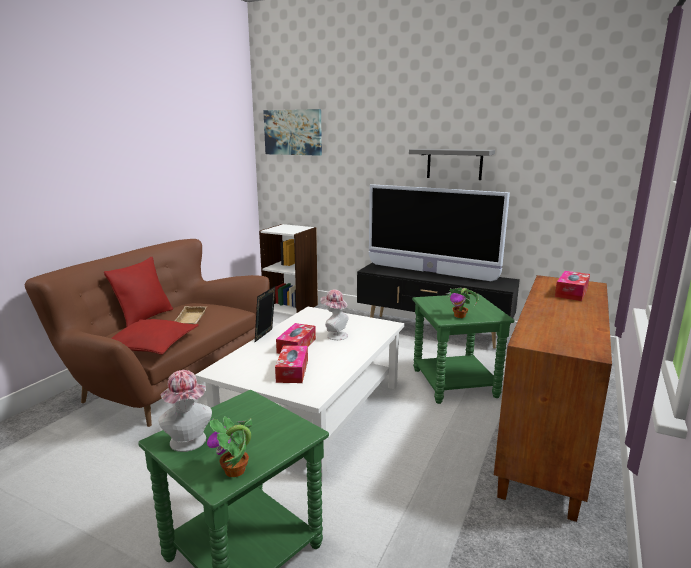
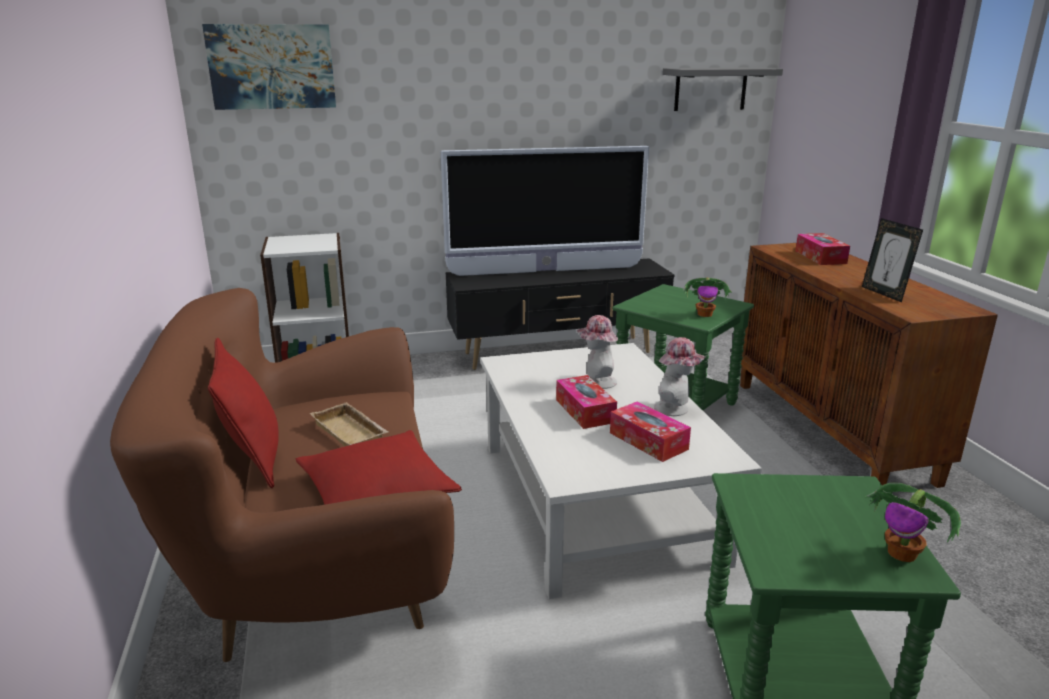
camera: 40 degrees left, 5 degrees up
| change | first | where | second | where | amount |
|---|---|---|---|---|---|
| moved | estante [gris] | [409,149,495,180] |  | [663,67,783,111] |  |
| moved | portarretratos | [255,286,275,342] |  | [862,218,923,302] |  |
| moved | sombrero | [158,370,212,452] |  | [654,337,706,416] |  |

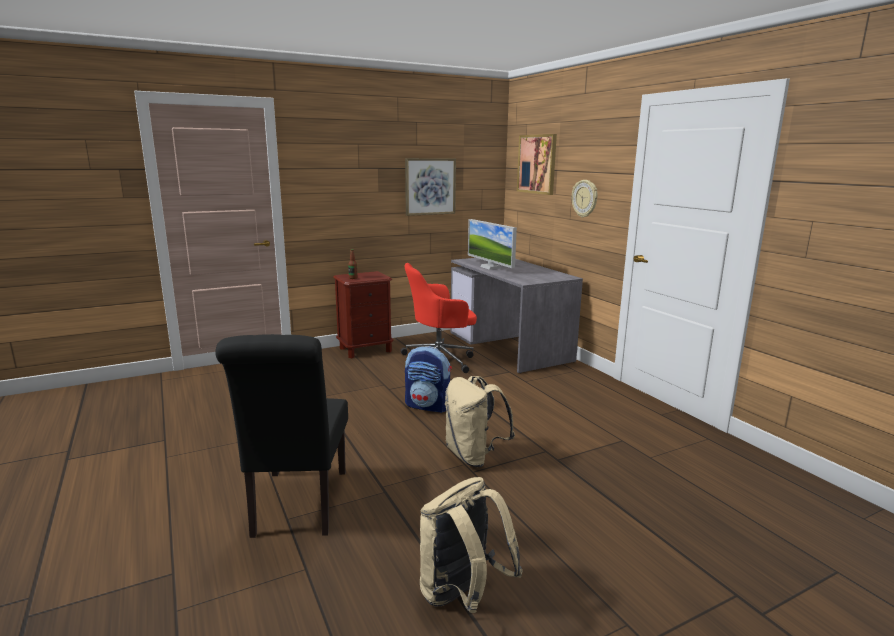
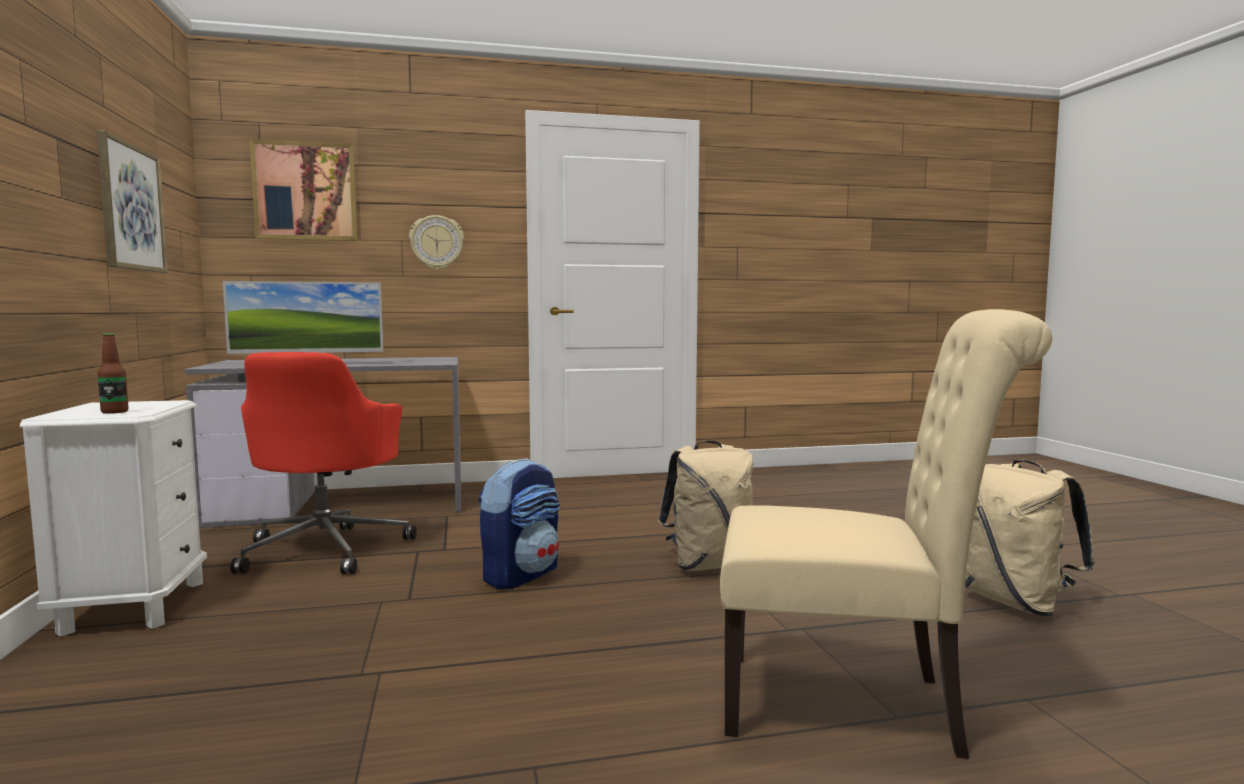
camera: 75 degrees left, 10 degrees down
| change | first | where | second | where | amount |
|---|---|---|---|---|---|
| recoloured | mesita de noche [marrón] | [333,271,393,358] | mesita de noche [blanco] | [20,400,207,637] |  |
| recoloured | silla [negro] | [215,334,348,538] | silla [beis] | [720,309,1052,759] |  |

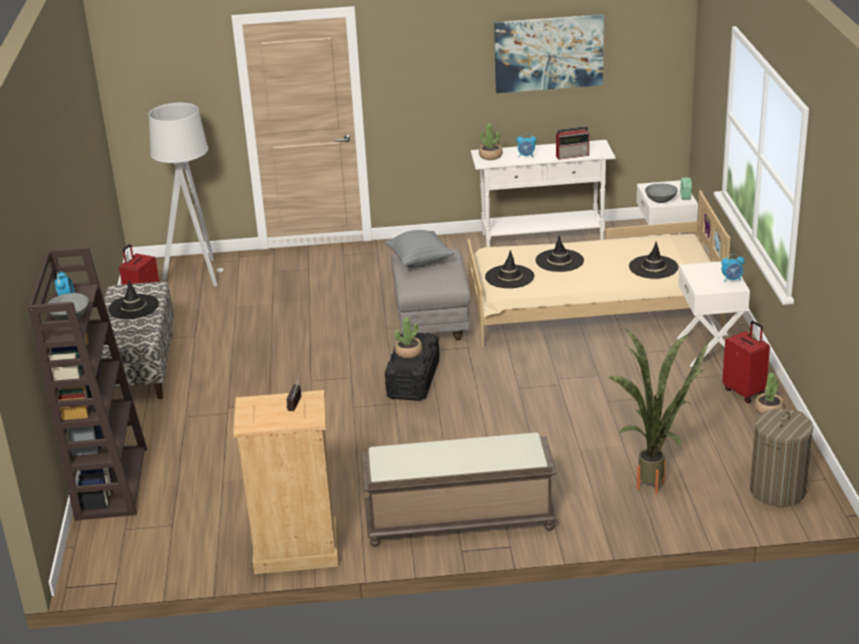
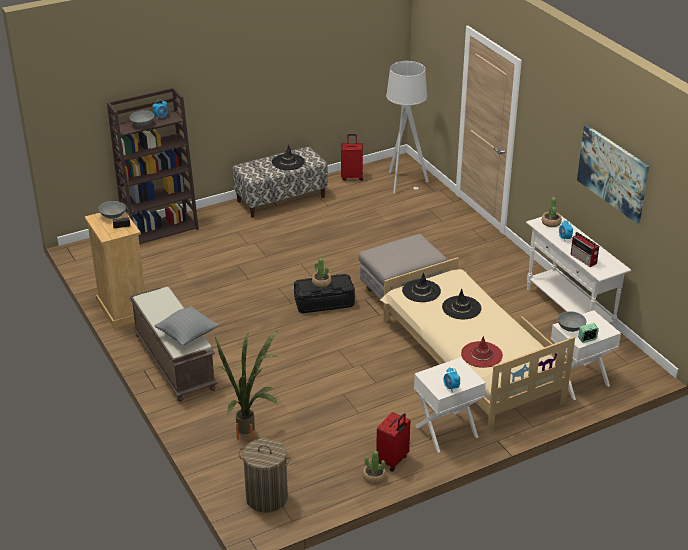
camera: 65 degrees right, 5 degrees up
| change | first | where | second | where | amount |
|---|---|---|---|---|---|
| moved | cojín [gris] | [385,230,454,268] |  | [155,306,219,346] |  |
| recoloured | sombrero [negro] | [629,242,679,279] | sombrero [rojo] | [461,336,503,368] |  |
| added |  |  | cuenco [gris] | [98,201,126,219] |  |

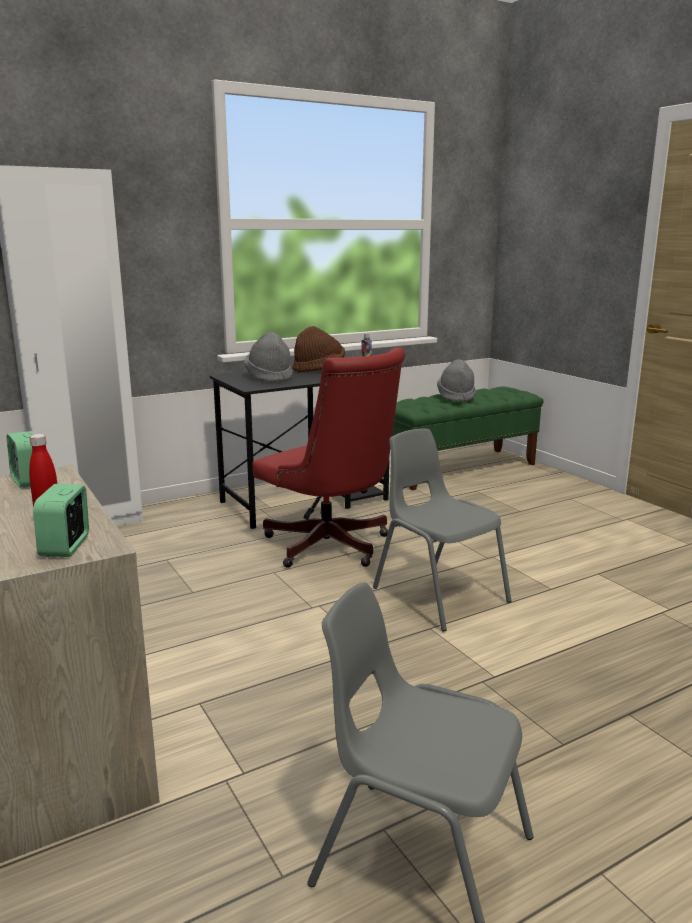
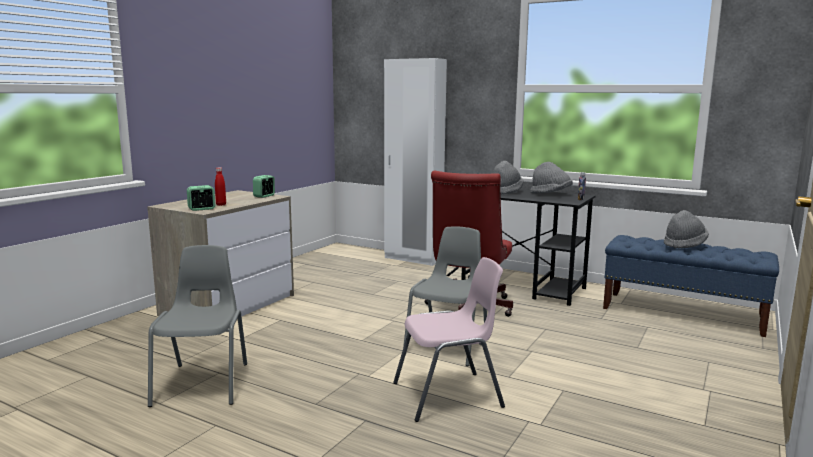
camera: 60 degrees right, 5 degrees down
| change | first | where | second | where | amount |
|---|---|---|---|---|---|
| recoloured | sombrero [marrón] | [292,326,345,373] | sombrero [gris] | [530,162,573,194] |  |
| recoloured | banco [verde] | [392,386,544,490] | banco [azul] | [603,235,779,337] |  |
| added |  |  | silla [rosa] | [393,257,505,422] |  |

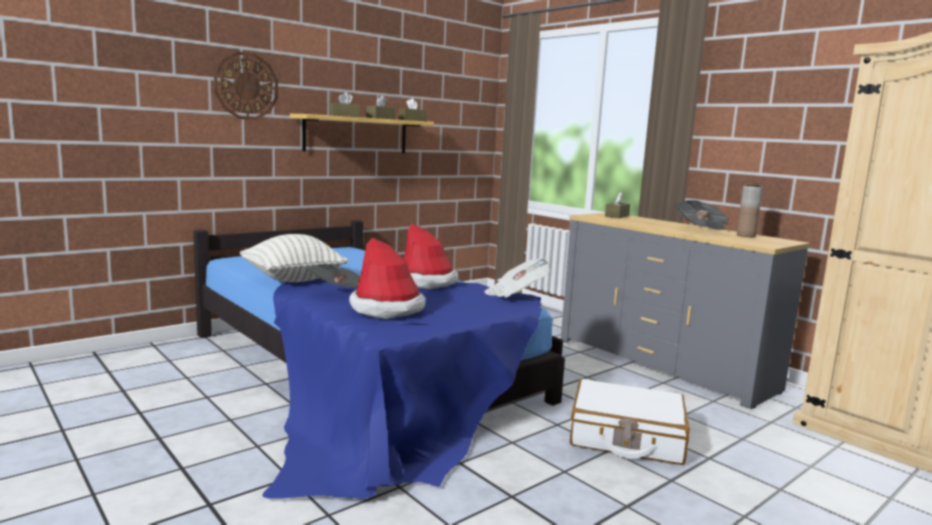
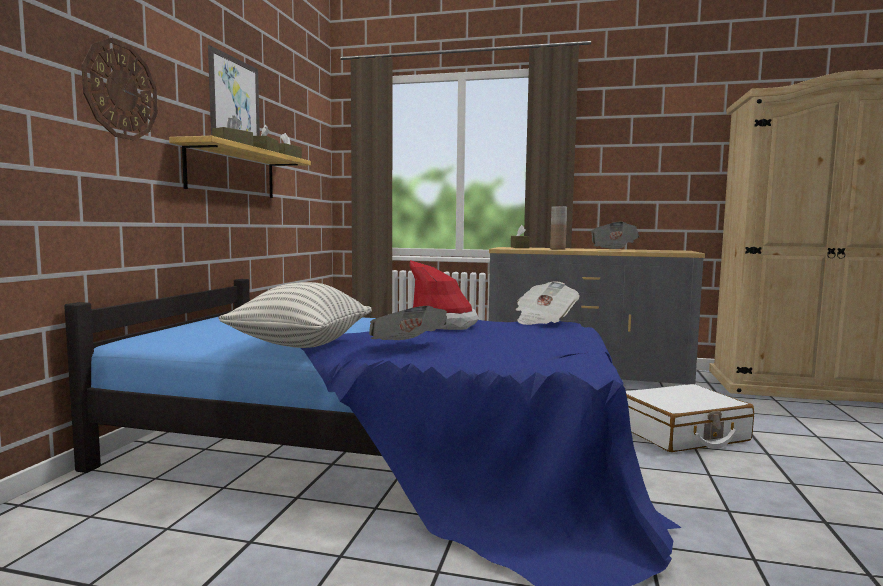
camera: 35 degrees left, 5 degrees down
| change | first | where | second | where | amount |
|---|---|---|---|---|---|
| moved | florero [marrón] | [737,185,763,237] |  | [550,206,567,250] |  |
| removed | sombrero | [349,237,425,319] |  |  |  |
| added |  |  | cuadro | [208,45,260,136] |  |

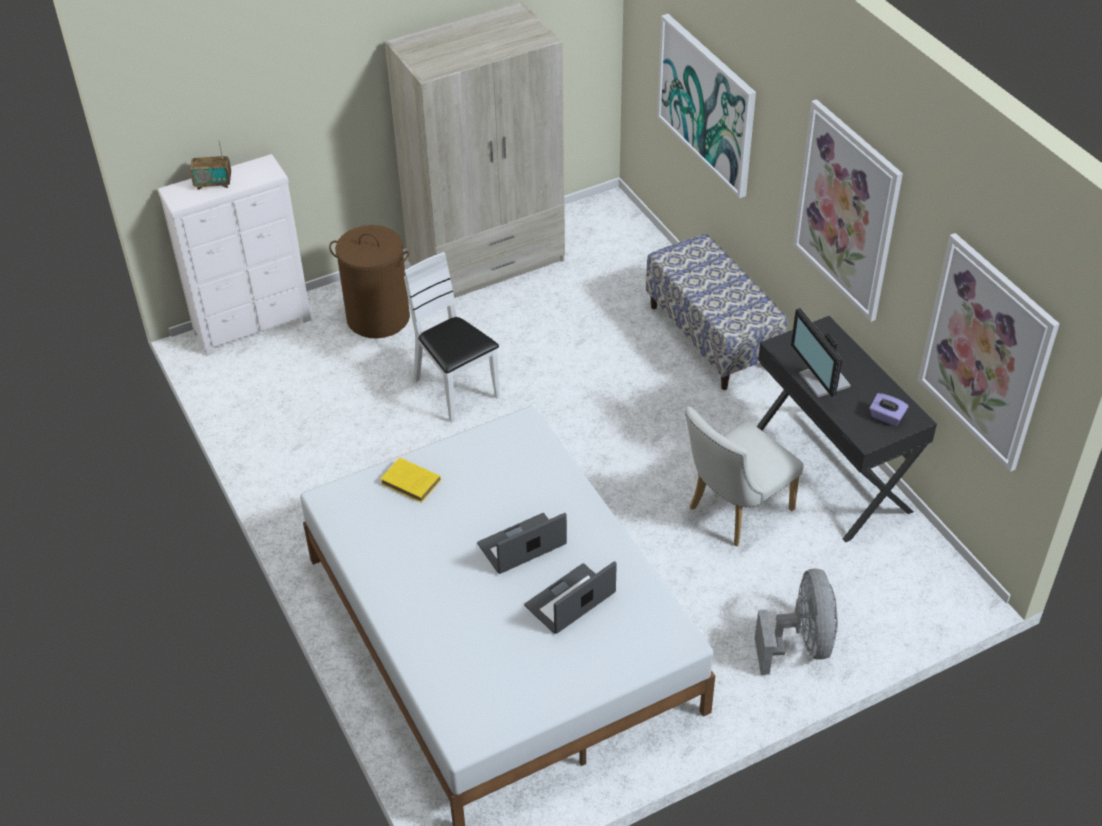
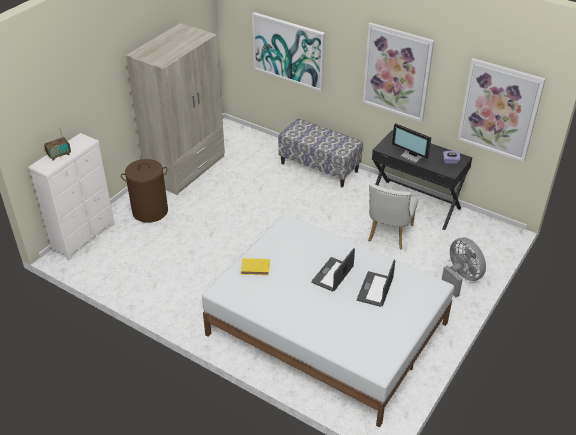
camera: 30 degrees left, 5 degrees down
| change | first | where | second | where | amount |
|---|---|---|---|---|---|
| removed | silla [blanco] | [404,252,500,423] |  |  |  |

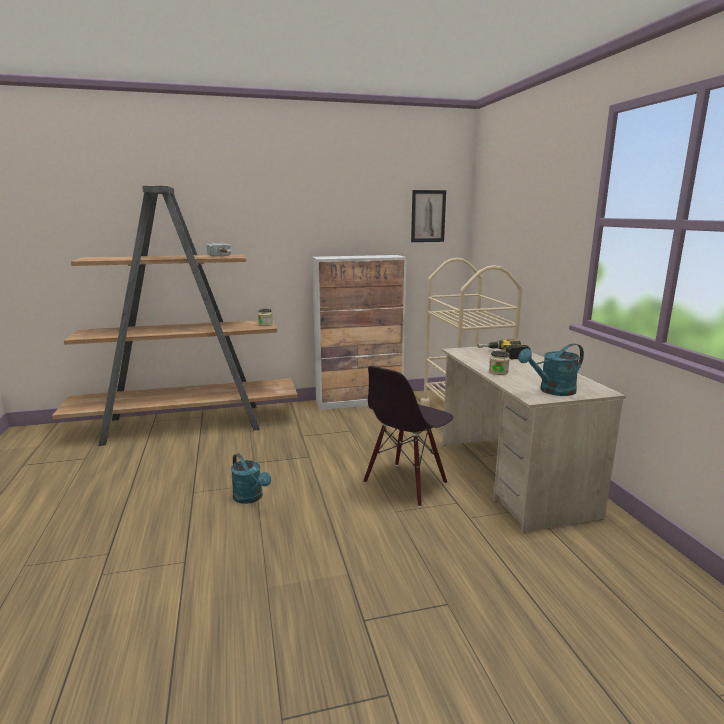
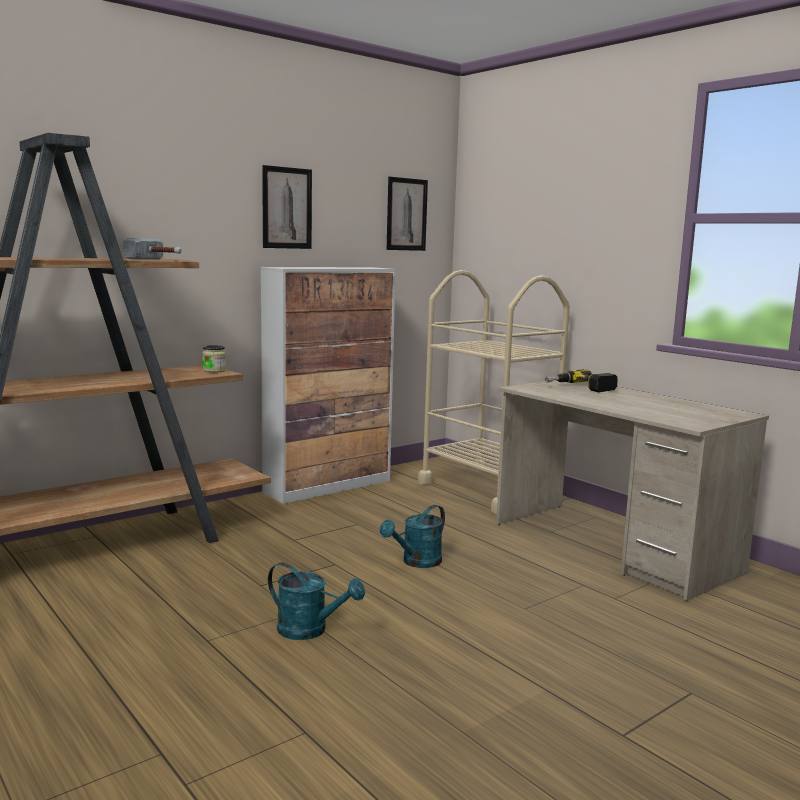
camera: 25 degrees left, 5 degrees down
| change | first | where | second | where | amount |
|---|---|---|---|---|---|
| moved | regadera [turquesa] | [518,343,584,396] |  | [380,505,445,568] |  |
| removed | tarro | [489,351,510,375] |  |  |  |
| removed | silla [negro] | [363,366,453,507] |  |  |  |
| added |  |  | cuadro | [262,165,312,249] |  |

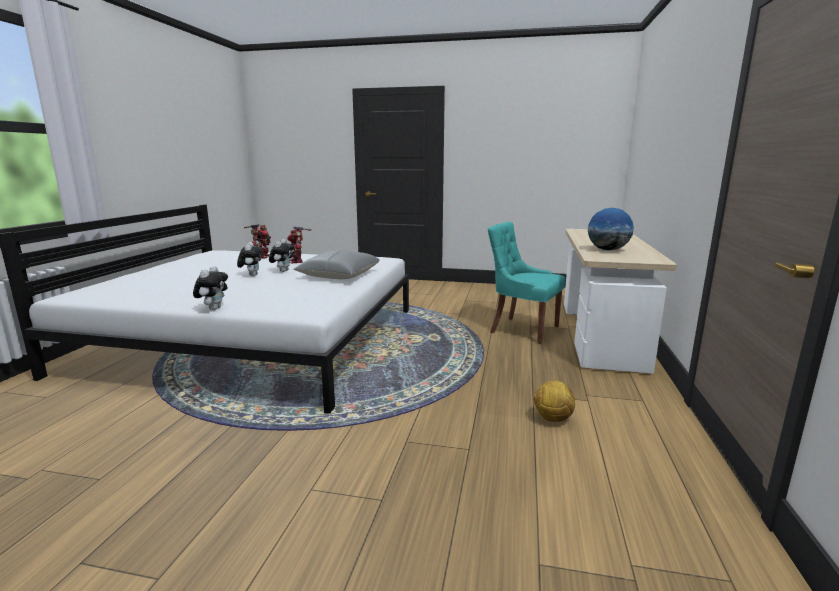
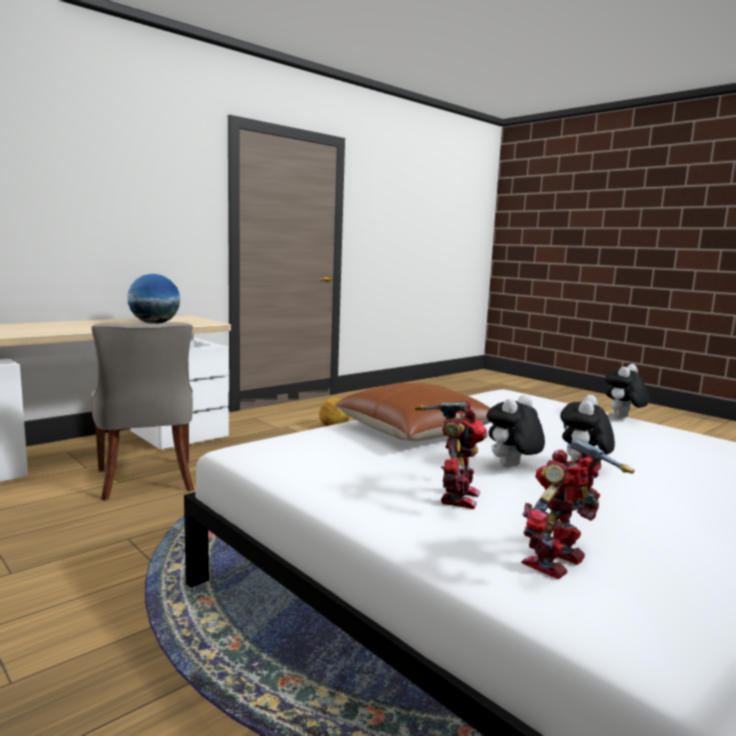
camera: 145 degrees left, 5 degrees down
| change | first | where | second | where | amount |
|---|---|---|---|---|---|
| recoloured | silla [turquesa] | [488,222,565,344] | silla [gris] | [91,322,194,501] |  |
| recoloured | cojín [gris] | [293,250,380,279] | cojín [marrón] | [336,383,491,441] |  |

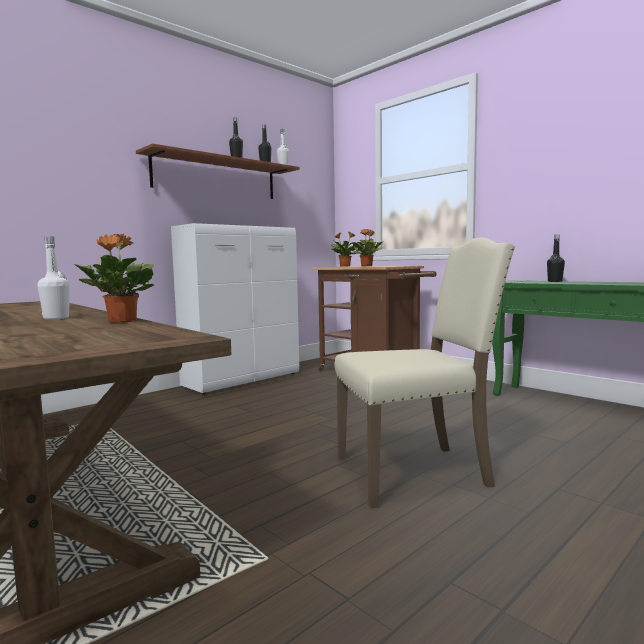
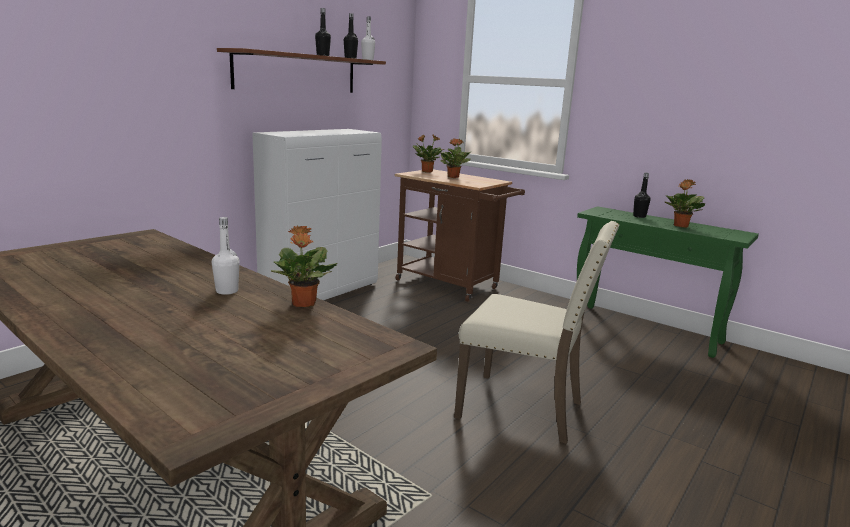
camera: 10 degrees left, 10 degrees up
| change | first | where | second | where | amount |
|---|---|---|---|---|---|
| turned | silla [beis] | [334,238,515,508] |  | [454,221,620,444] | 45 degrees clockwise |
| added |  |  | planta en maceta | [664,179,705,228] |  |

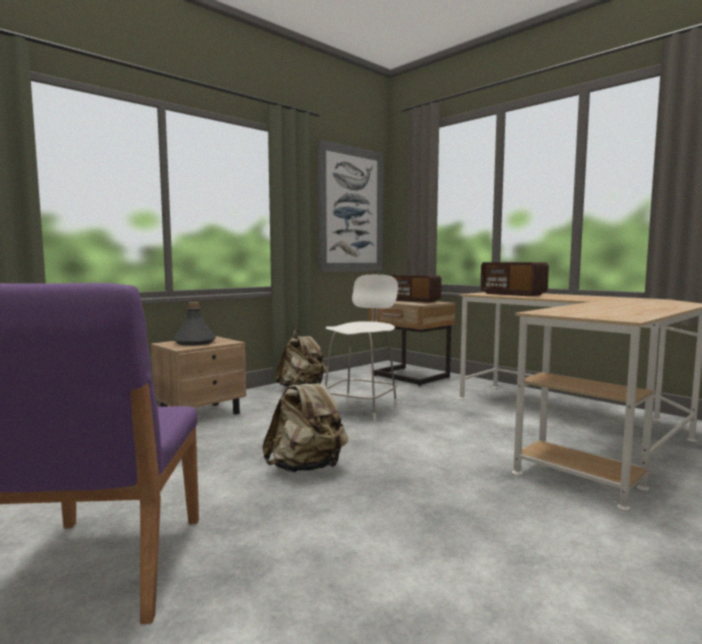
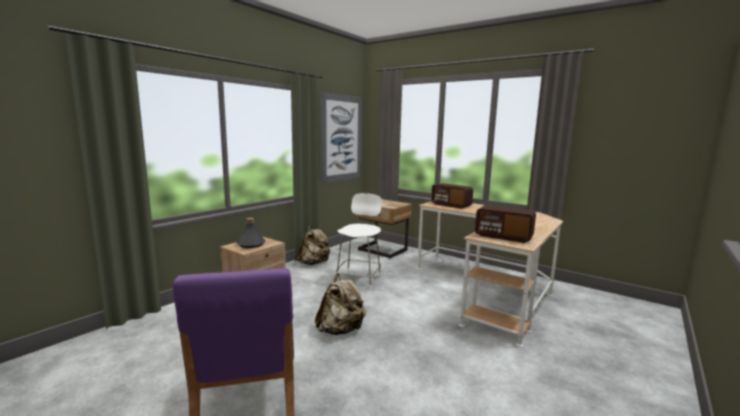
camera: 10 degrees left, 5 degrees up
| change | first | where | second | where | amount |
|---|---|---|---|---|---|
| moved | radio | [390,275,441,303] |  | [475,205,536,243] |  |

